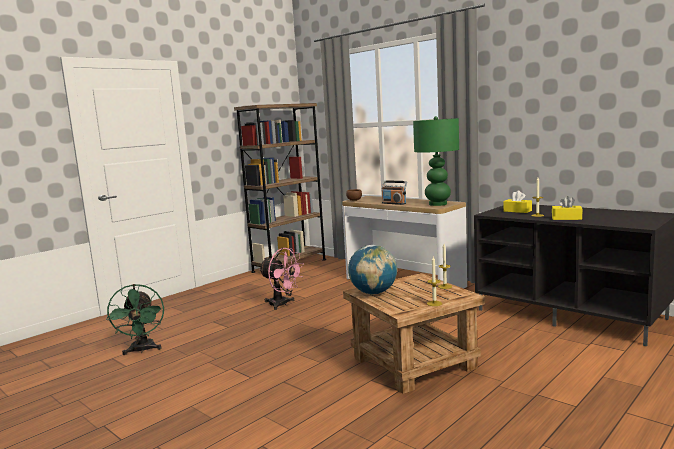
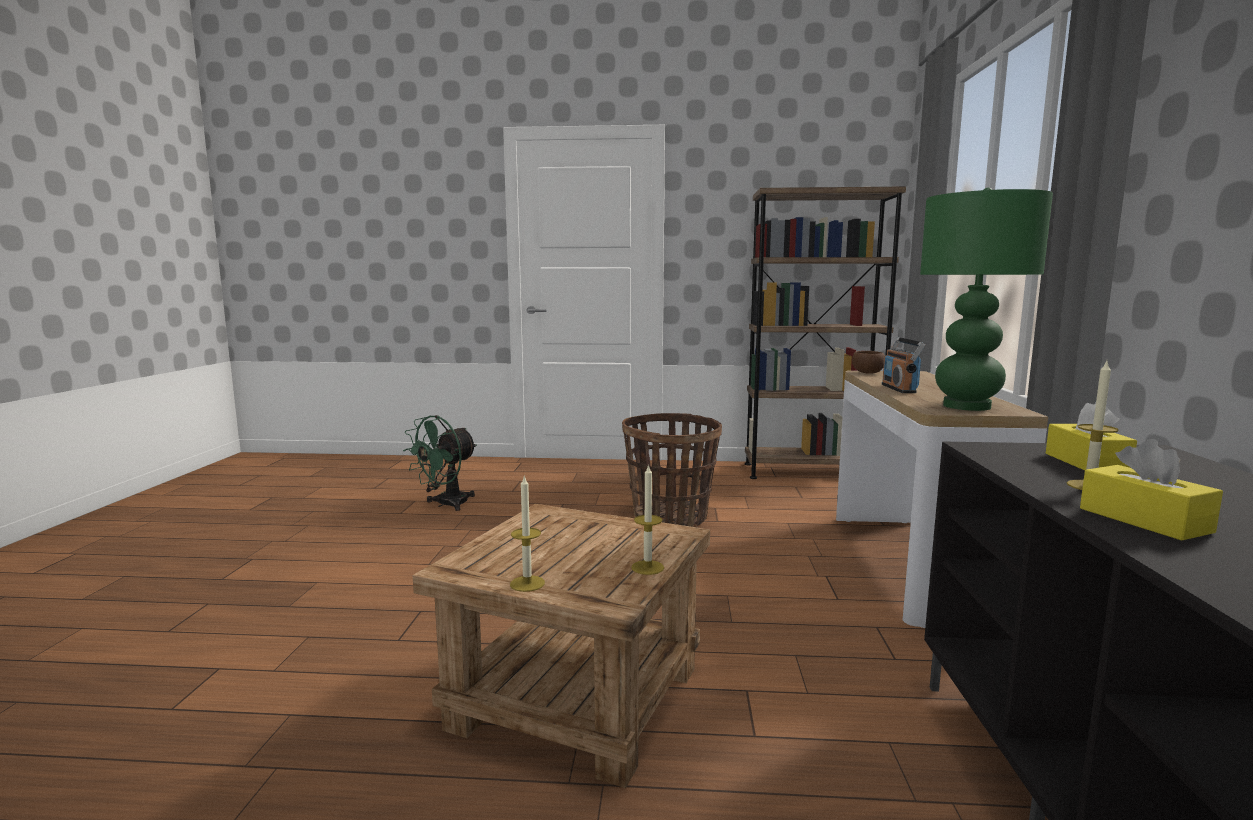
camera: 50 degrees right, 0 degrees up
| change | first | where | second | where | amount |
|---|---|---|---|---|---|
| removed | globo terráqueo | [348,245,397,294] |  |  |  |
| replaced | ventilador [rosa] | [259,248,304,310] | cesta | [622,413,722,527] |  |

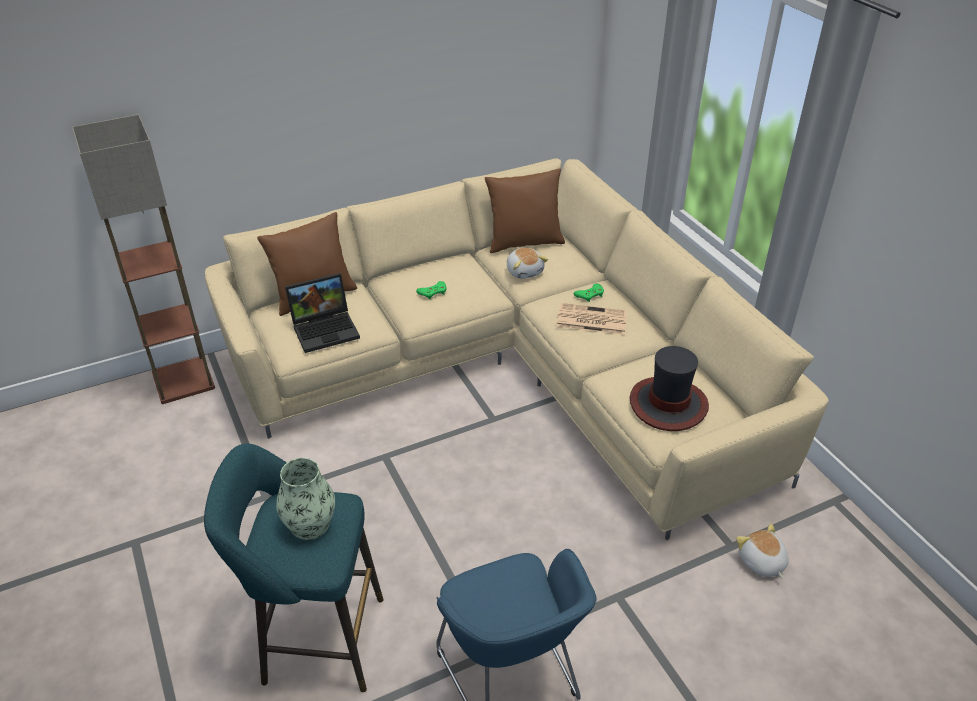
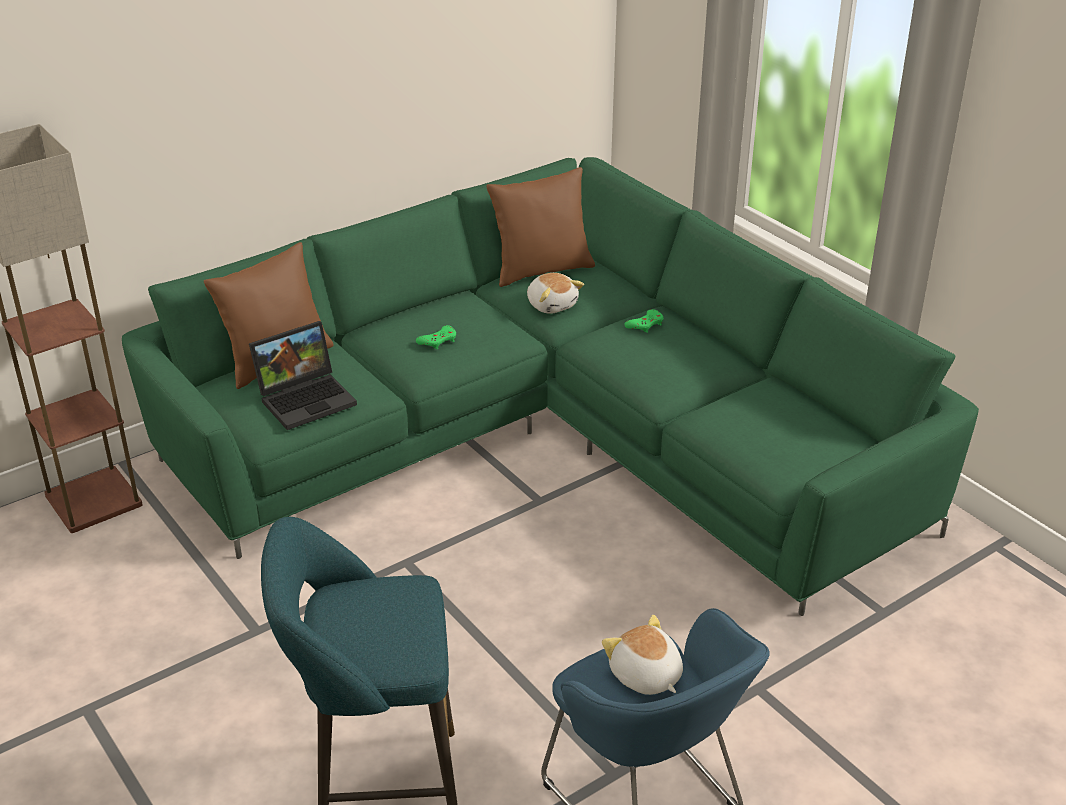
camera: 10 degrees left, 5 degrees down
| change | first | where | second | where | amount |
|---|---|---|---|---|---|
| recoloured | sofá [beis] | [205,158,829,540] | sofá [verde] | [122,157,979,616] |  |
| removed | periódico | [556,303,627,335] |  |  |  |
| removed | sombrero | [630,346,709,431] |  |  |  |
| removed | florero | [276,458,335,540] |  |  |  |
| moved | peluche | [736,523,789,579] |  | [602,615,683,695] |  |

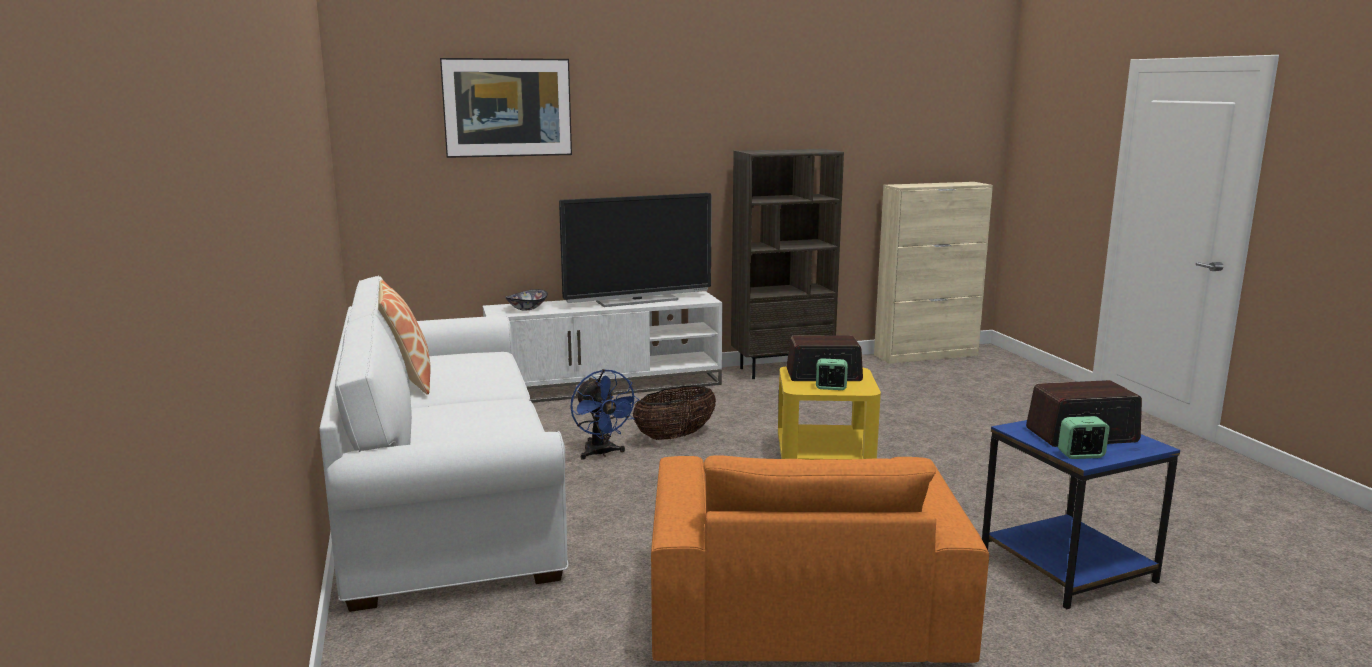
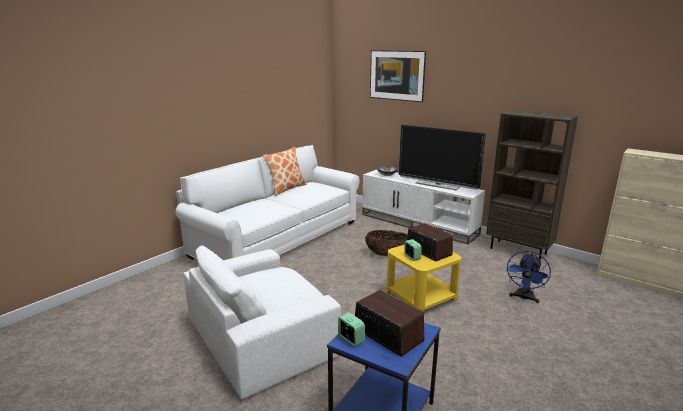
camera: 55 degrees right, 5 degrees up
| change | first | where | second | where | amount |
|---|---|---|---|---|---|
| moved | ventilador [azul] | [570,369,639,460] |  | [506,251,551,303] |  |
| recoloured | sillón [naranja] | [651,455,989,663] | sillón [blanco] | [183,245,341,399] |  |

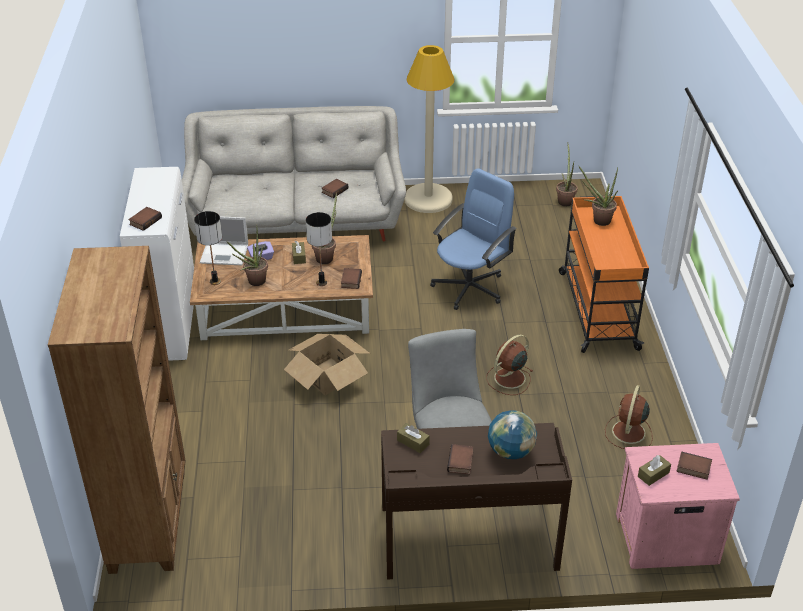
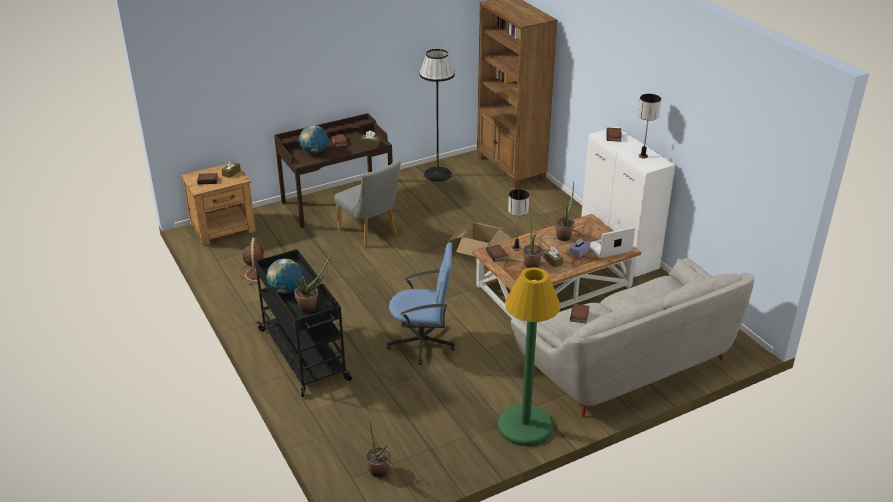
camera: 155 degrees right, 5 degrees down
| change | first | where | second | where | amount |
|---|---|---|---|---|---|
| recoloured | lámpara de pie [beis] | [404,45,454,213] | lámpara de pie [verde] | [498,267,560,446] |  |
| turned | silla de oficina [azul] | [430,168,517,310] |  | [387,243,456,365] | 105 degrees counterclockwise |
| recoloured | carrito [naranja] | [559,196,649,353] | carrito [negro] | [255,249,352,397] |  |
| moved | lámpara de mesa | [194,211,222,285] |  | [638,94,661,158] |  |
| removed | ventilador [marrón] | [486,334,533,395] |  |  |  |
| recoloured | mesita de noche [rosa] | [616,443,740,569] | mesita de noche [marrón] | [181,162,256,246] |  |
| added |  |  | lámpara de pie [negro] | [419,49,455,181] |  |
| added |  |  | globo terráqueo | [266,259,303,294] |  |

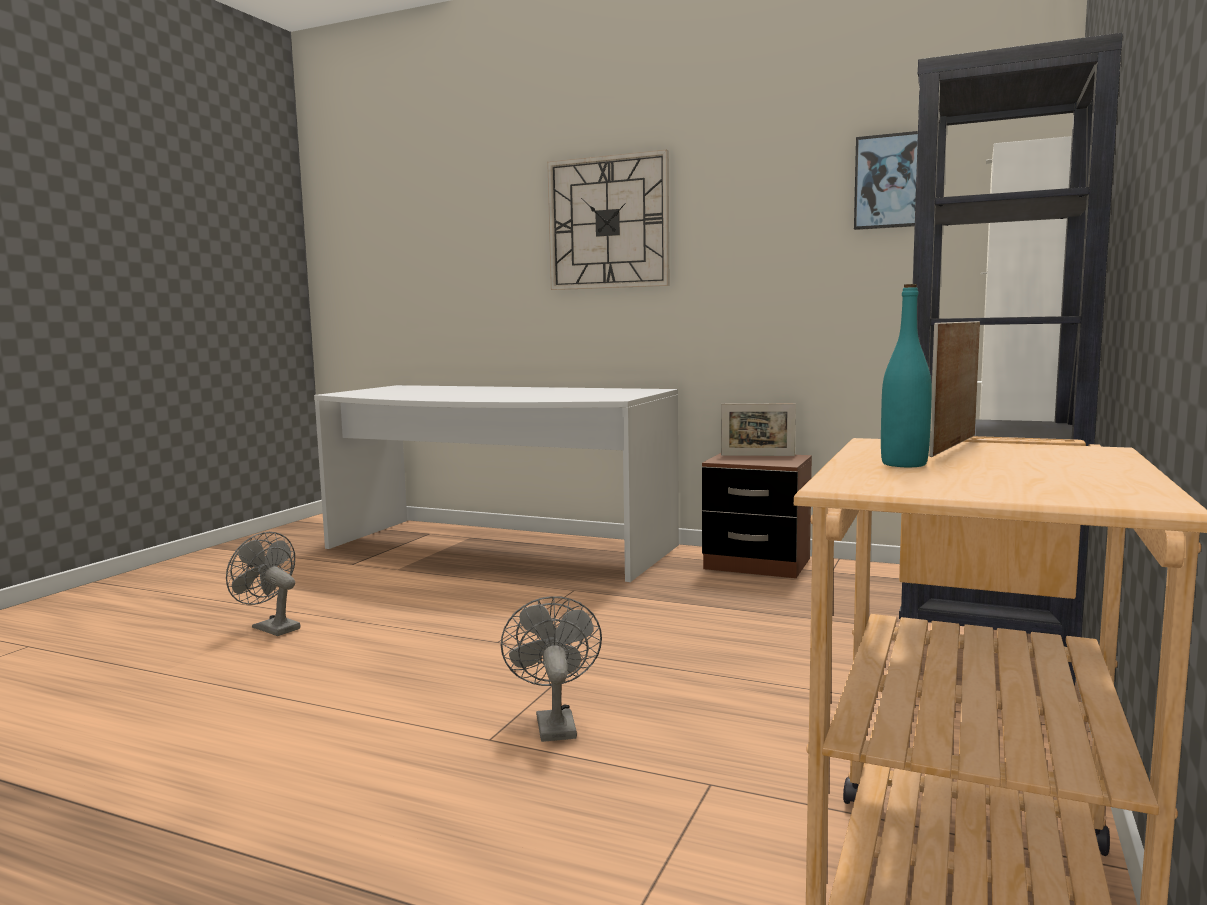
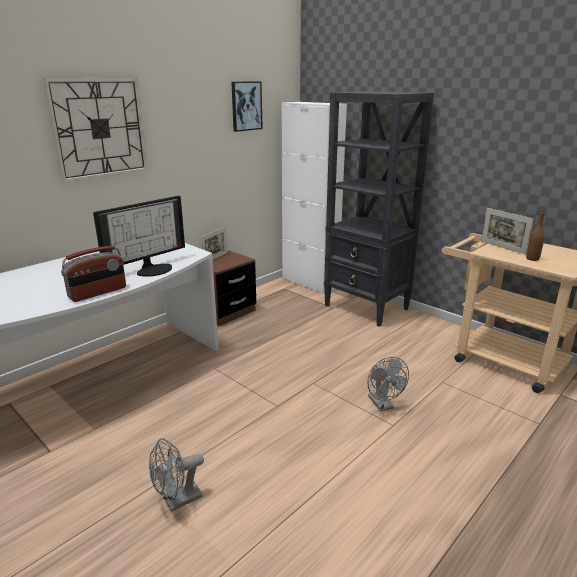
camera: 70 degrees left, 15 degrees up
| change | first | where | second | where | amount |
|---|---|---|---|---|---|
| recoloured | botella [turquesa] | [881,284,932,467] | botella [marrón] | [526,211,545,261] |  |
| turned | ventilador [gris] | [501,596,602,742] |  | [368,357,409,411] | 120 degrees counterclockwise |
| added |  |  | monitor | [93,196,185,277] |  |
| added |  |  | radio | [61,246,126,302] |  |

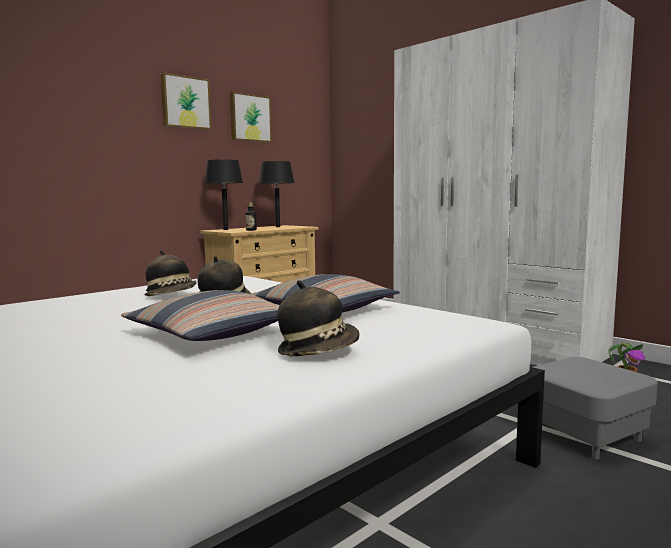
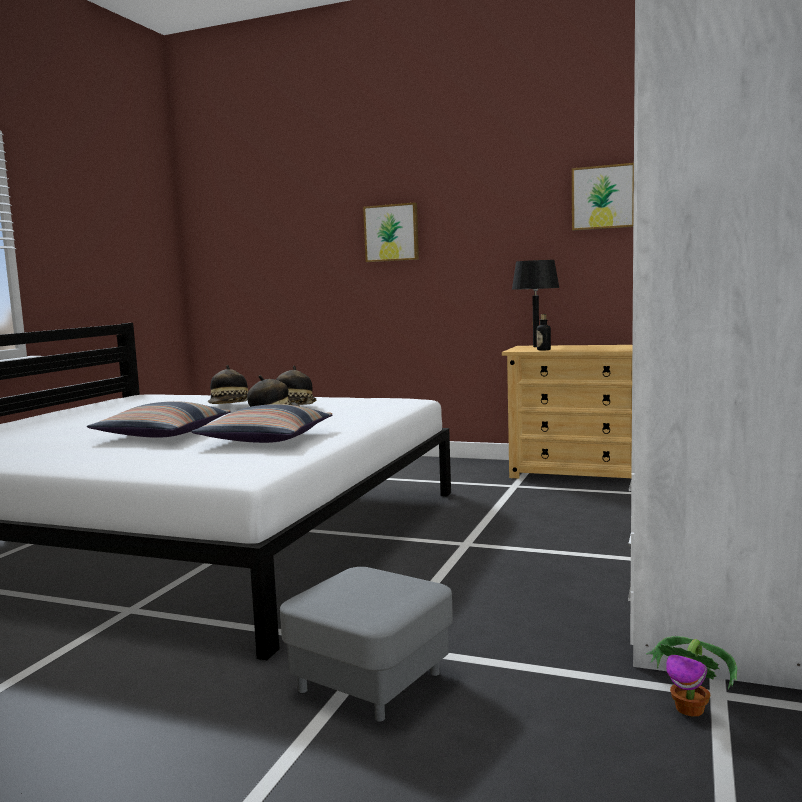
camera: 65 degrees right, 0 degrees up
| change | first | where | second | where | amount |
|---|---|---|---|---|---|
| moved | cuadro | [161,72,212,130] |  | [363,203,419,262] |  |
| removed | lámpara de mesa [negro] | [259,161,294,227] |  |  |  |
| moved | sombrero | [277,280,360,356] |  | [208,365,248,404] |  |

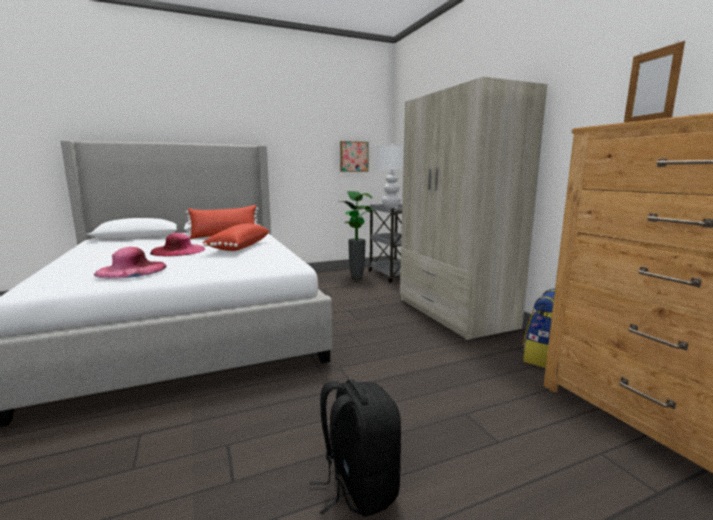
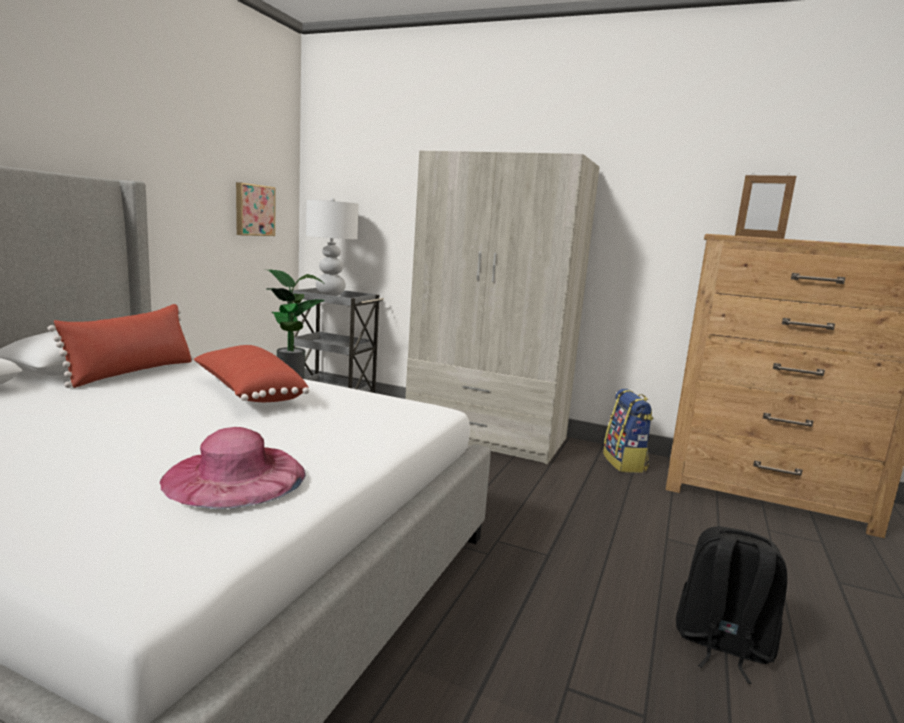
camera: 45 degrees left, 0 degrees up
| change | first | where | second | where | amount |
|---|---|---|---|---|---|
| removed | sombrero [rosa] | [150,233,205,256] |  |  |  |

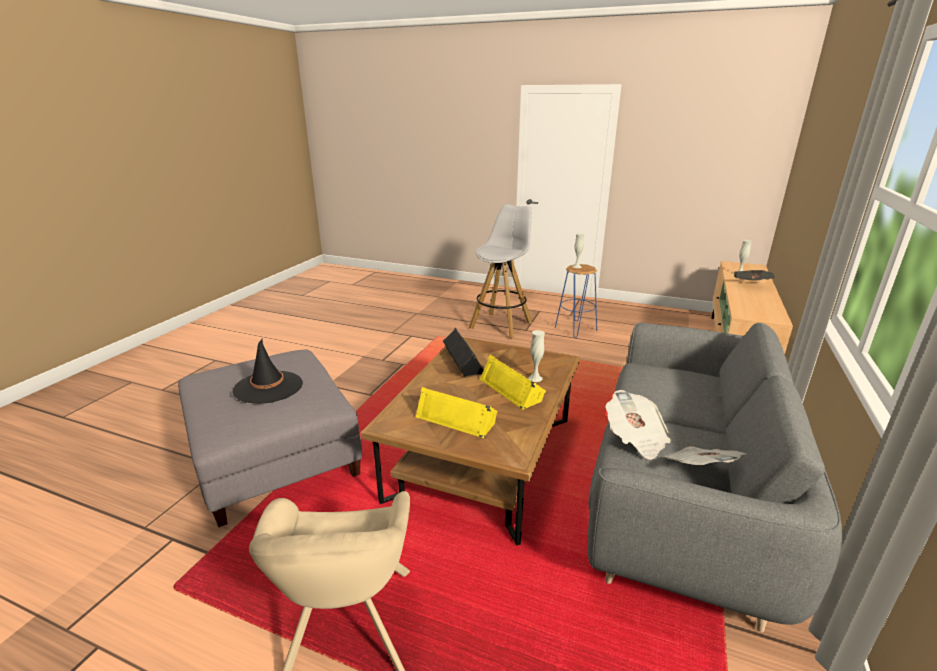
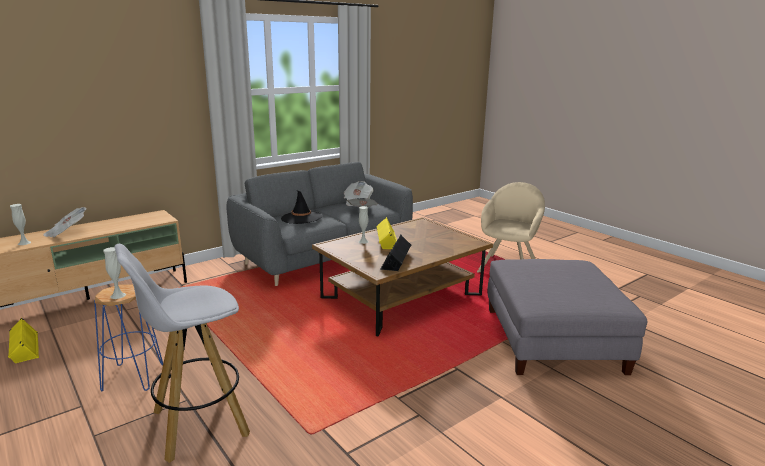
camera: 150 degrees left, 5 degrees down
| change | first | where | second | where | amount |
|---|---|---|---|---|---|
| moved | sombrero [negro] | [232,339,303,404] |  | [281,190,322,224] |  |
| moved | altavoz [amarillo] | [416,387,497,438] |  | [8,318,39,363] |  |

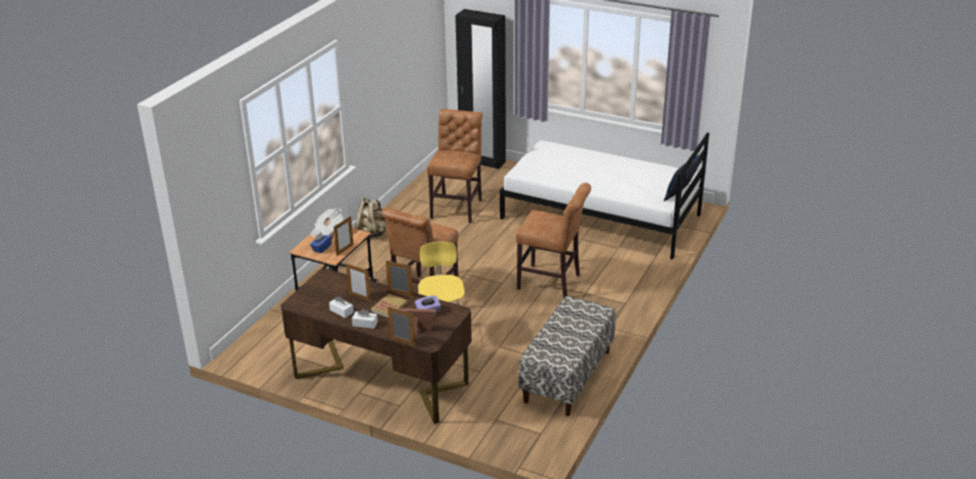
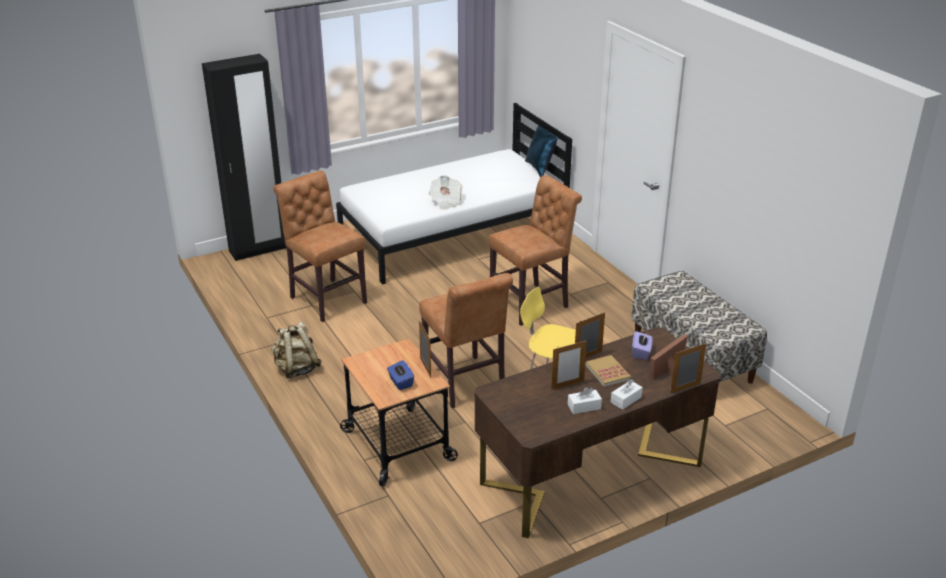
camera: 55 degrees left, 0 degrees up
| change | first | where | second | where | amount |
|---|---|---|---|---|---|
| moved | periódico | [310,208,344,237] |  | [429,175,463,210] |  |

